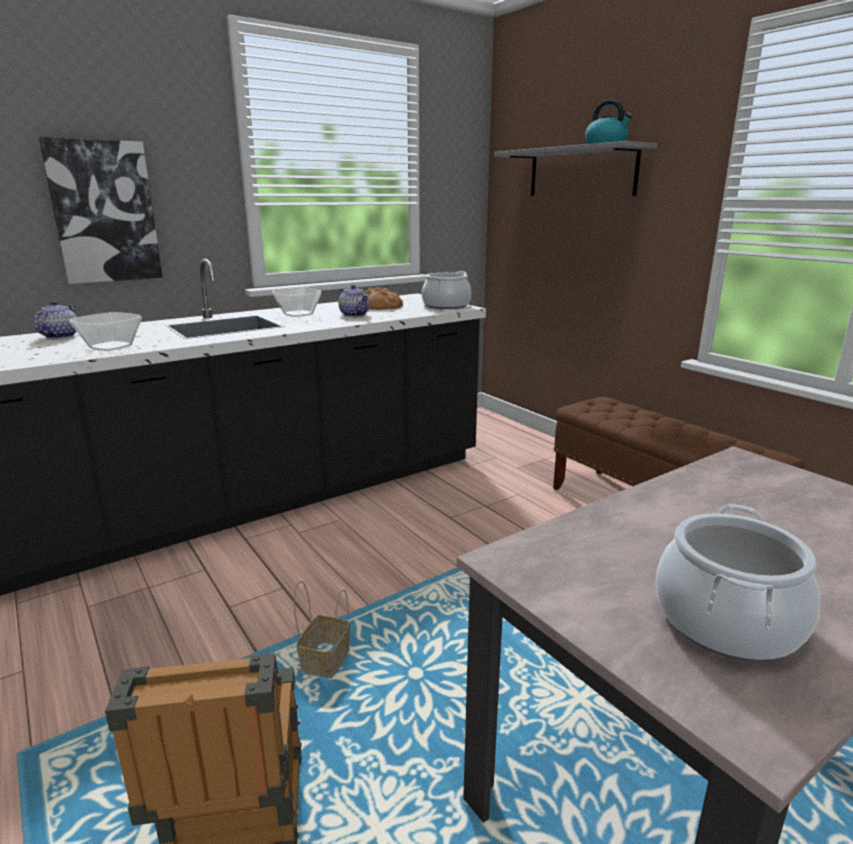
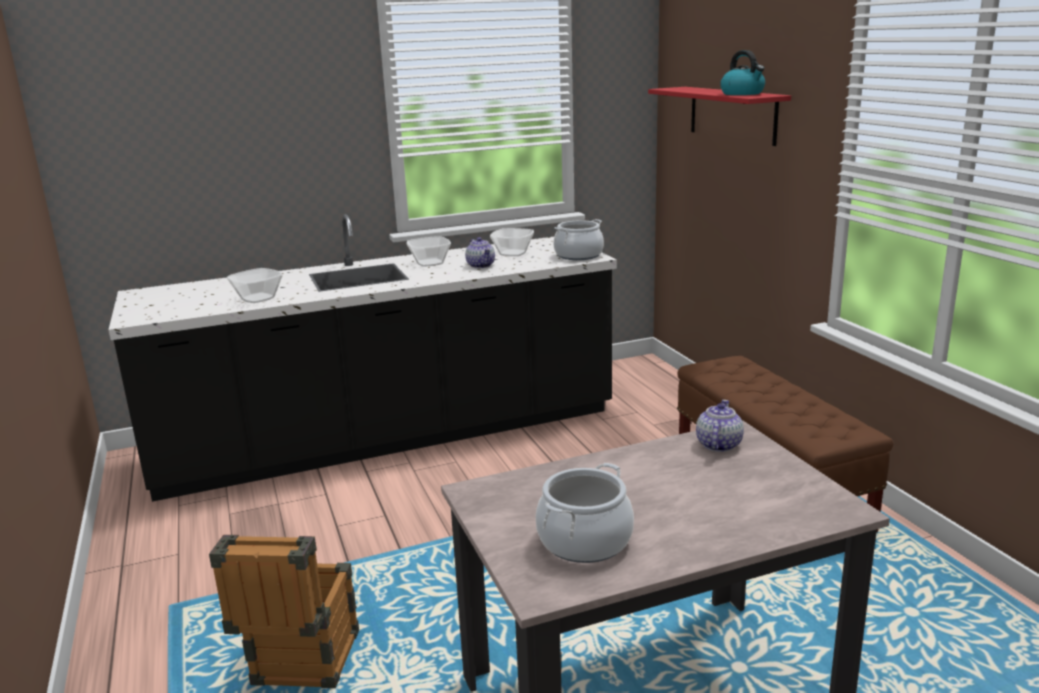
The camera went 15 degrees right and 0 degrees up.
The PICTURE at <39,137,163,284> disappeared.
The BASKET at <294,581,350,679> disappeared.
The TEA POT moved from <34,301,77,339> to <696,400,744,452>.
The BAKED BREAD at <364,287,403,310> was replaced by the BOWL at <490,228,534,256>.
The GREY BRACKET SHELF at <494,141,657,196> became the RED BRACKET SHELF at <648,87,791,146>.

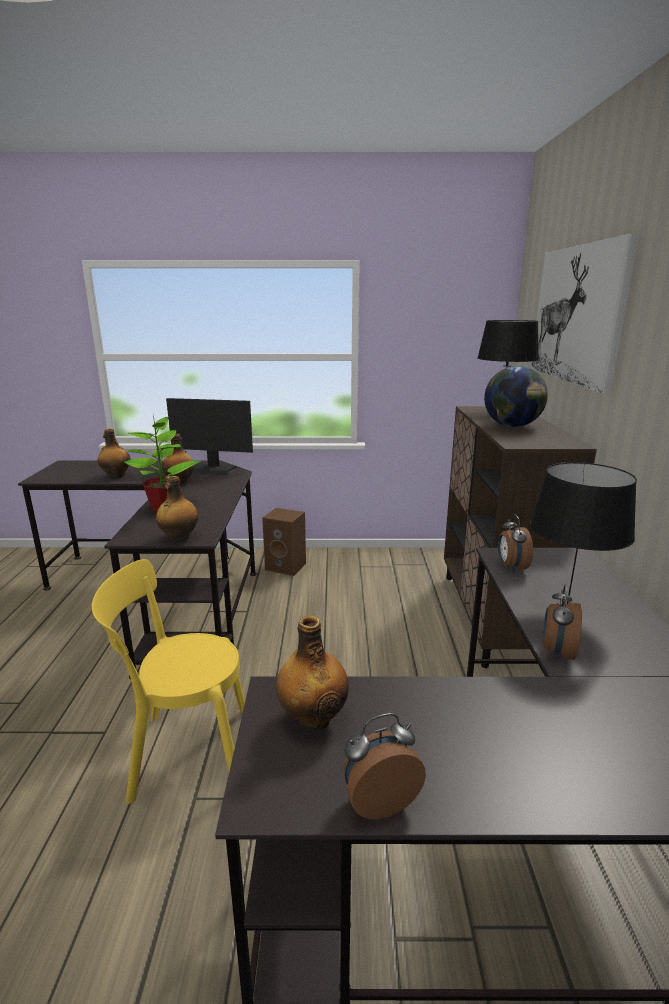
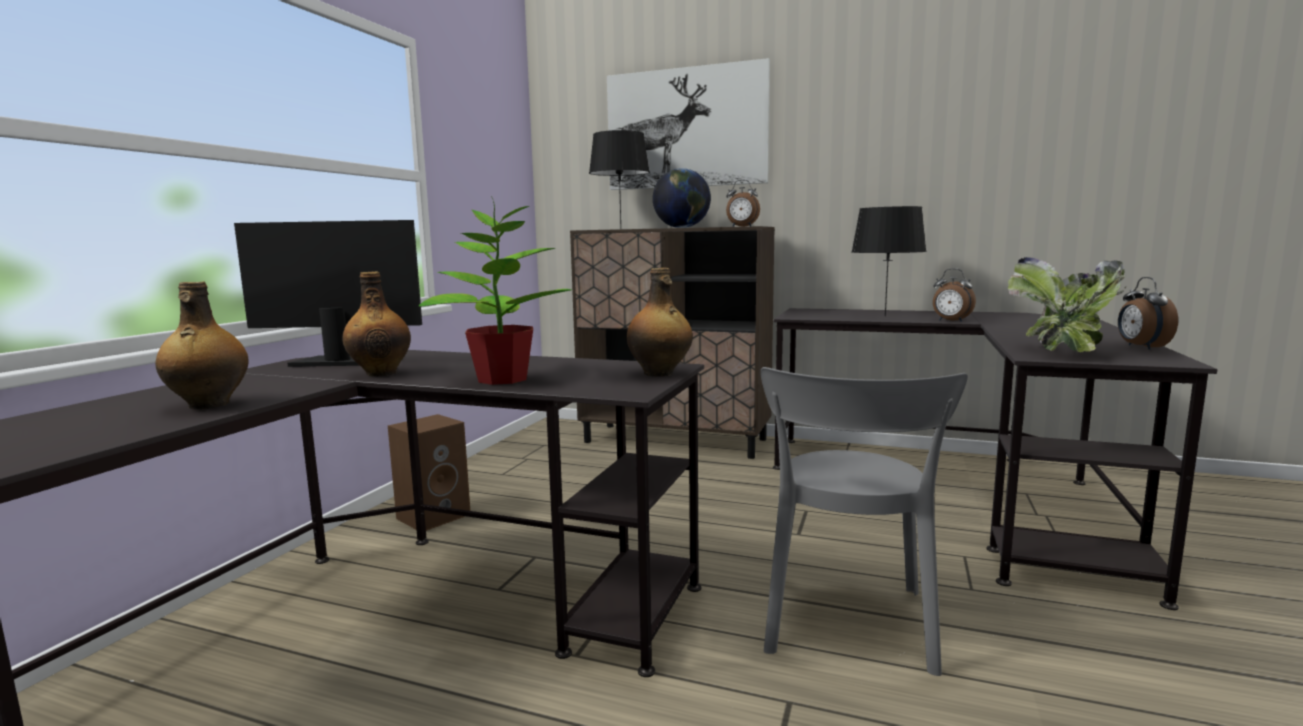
The camera went 70 degrees left and 10 degrees down.
The BEDSIDE CLOCK moved from <498,514,533,572> to <726,180,760,227>.
The BOTTLE at <276,616,349,731> was replaced by the POTTED PLANT at <1008,257,1127,352>.
The YELLOW CHAIR at <92,559,245,804> became the GREY CHAIR at <760,367,968,676>.
The COMPUTER SCREEN at <166,398,253,476> turned 120 degrees counterclockwise.

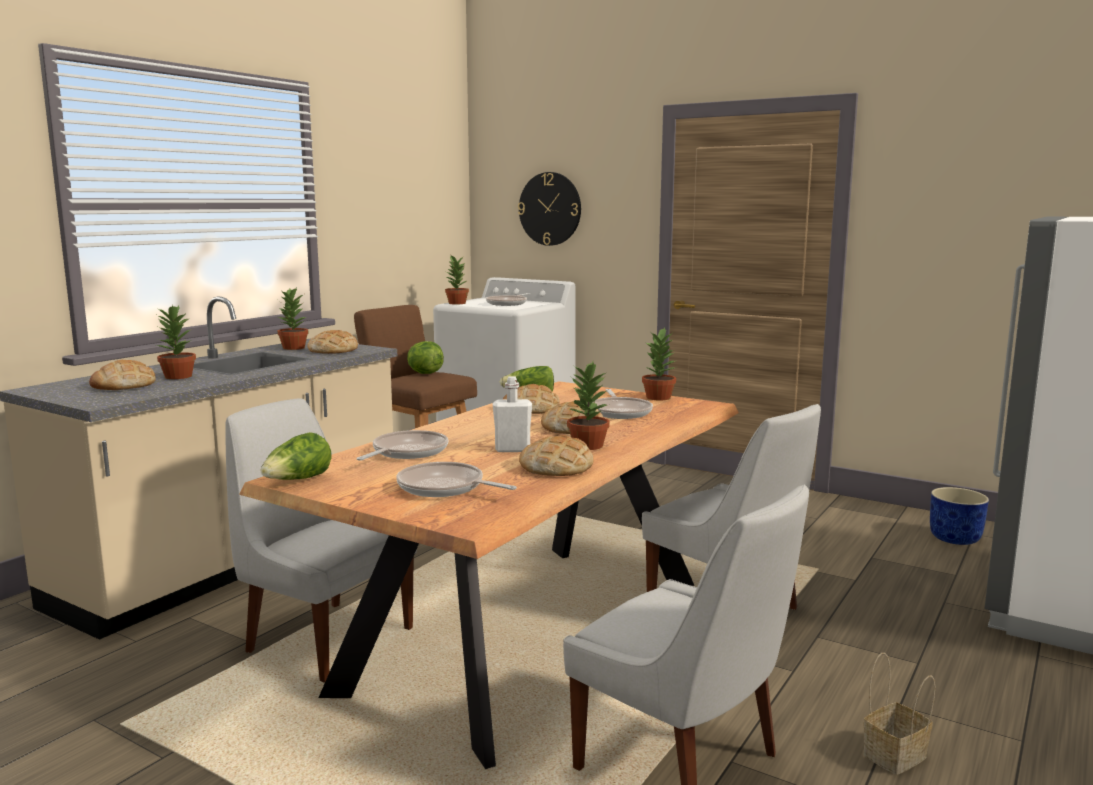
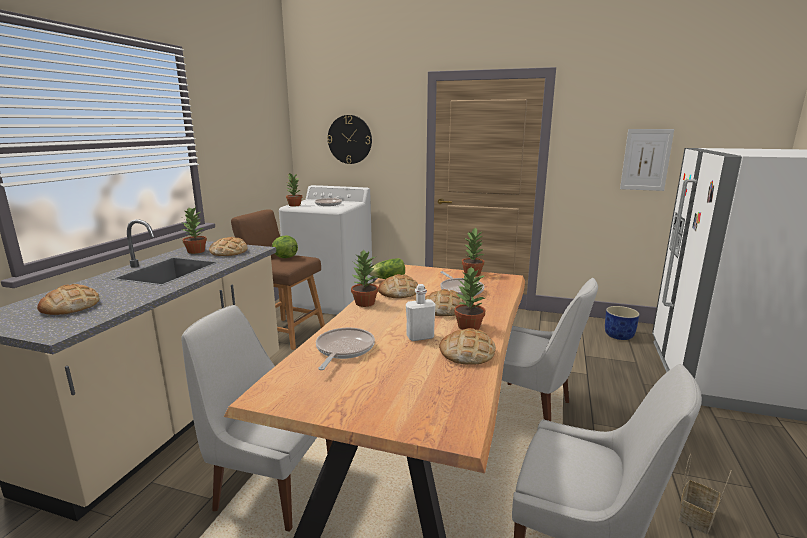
The camera went 15 degrees left and 5 degrees up.
The HEAD OF LETTUCE at <261,432,331,480> disappeared.
The PAN at <396,462,517,497> disappeared.
The PICTURE at <620,129,674,191> appeared.
The POTTED PLANT moved from <157,305,196,379> to <351,249,378,307>.

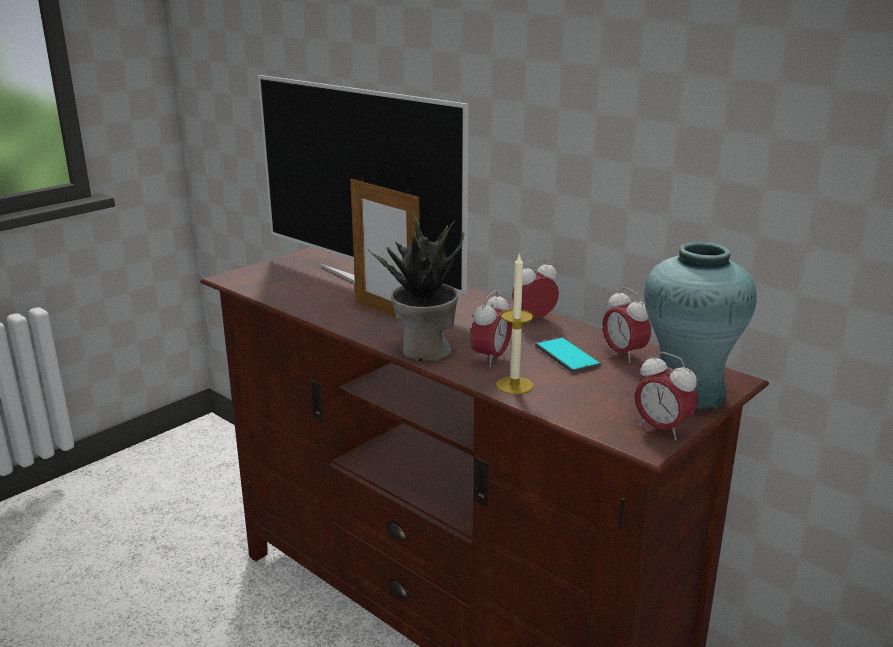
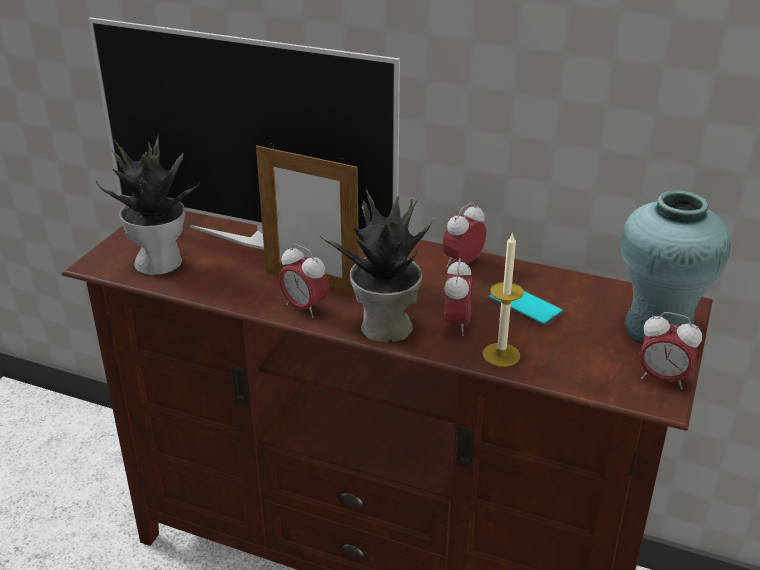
The camera went 20 degrees left and 10 degrees up.
The POTTED PLANT at <96,135,199,275> appeared.
The BEDSIDE CLOCK moved from <602,287,651,363> to <279,244,329,318>.

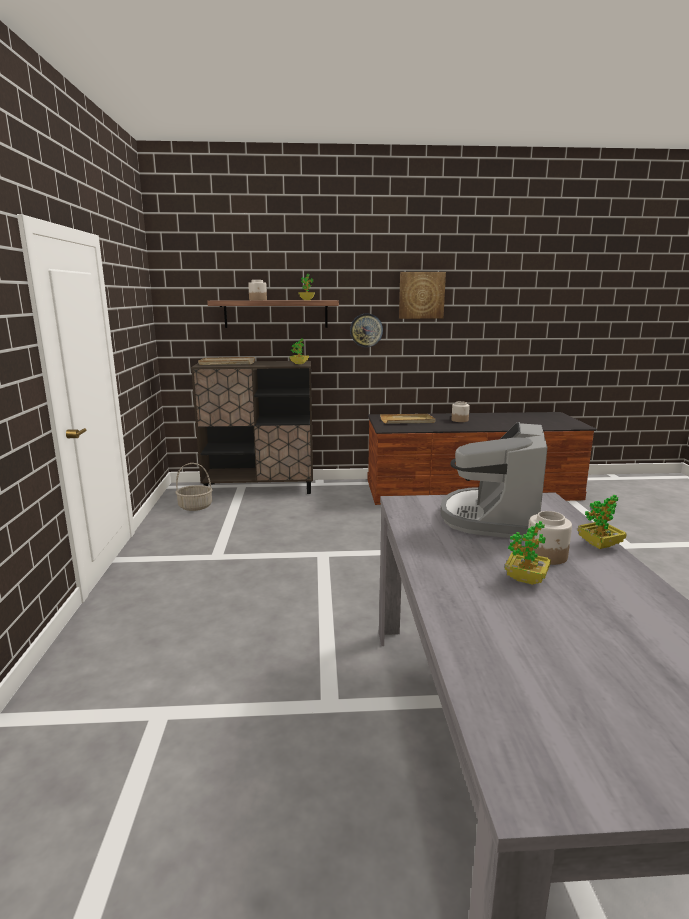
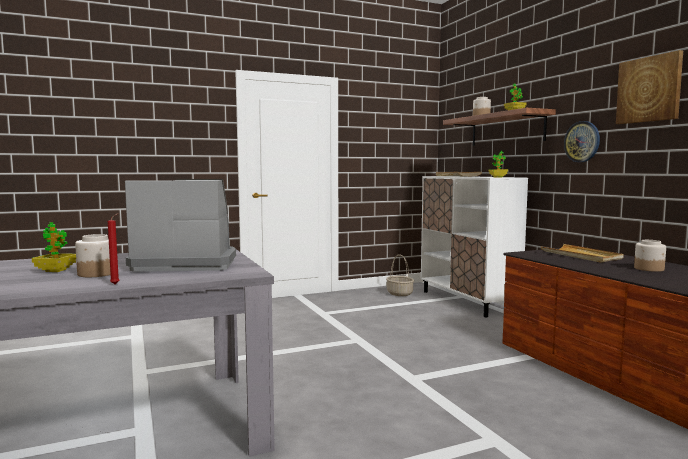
The camera went 70 degrees right and 10 degrees down.
The POTTED PLANT at <578,495,626,549> was replaced by the RED WAX CANDLE at <108,213,120,284>.
The BROWNISH STORAGE CABINET at <191,361,313,494> became the WHITISH STORAGE CABINET at <421,176,528,317>.

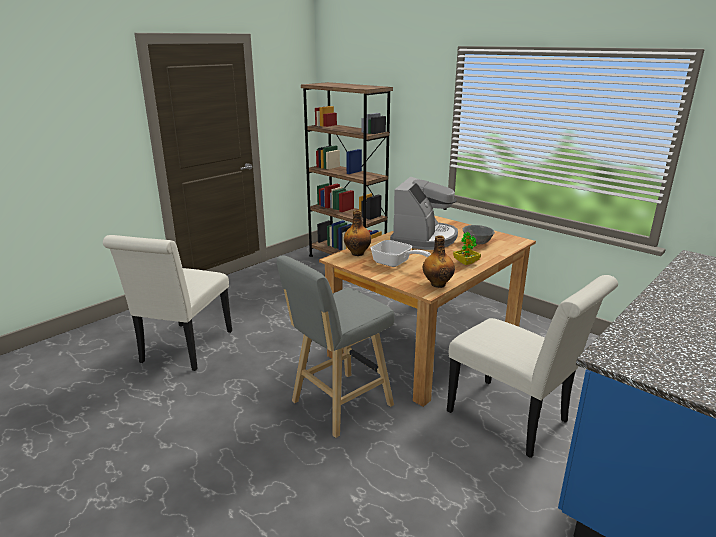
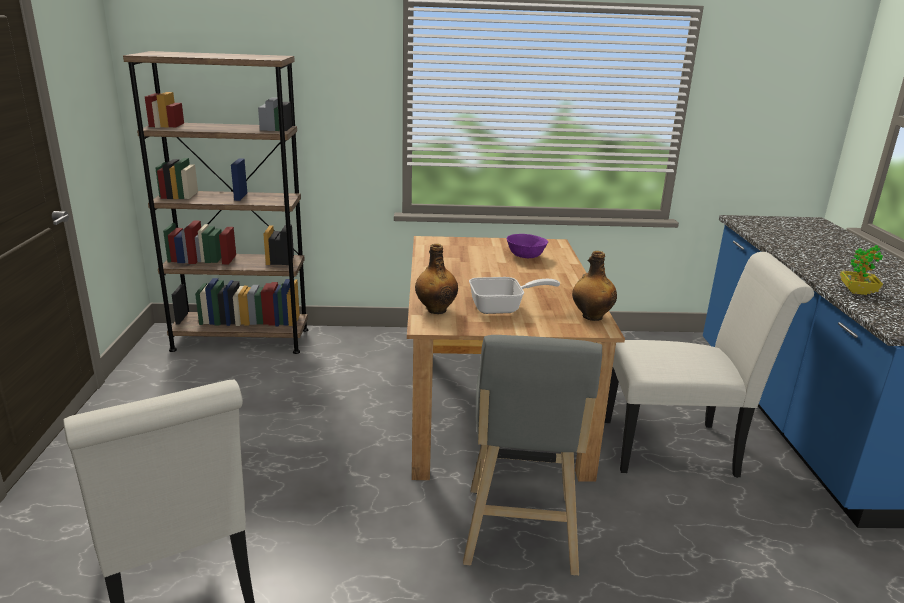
The camera went 45 degrees left and 0 degrees up.
The COFFEE BREWER at <390,176,458,250> disappeared.
The POTTED PLANT moved from <453,232,481,265> to <840,245,883,295>.
The GREY BOWL at <463,225,495,244> became the PURPLISH BOWL at <507,234,548,258>.

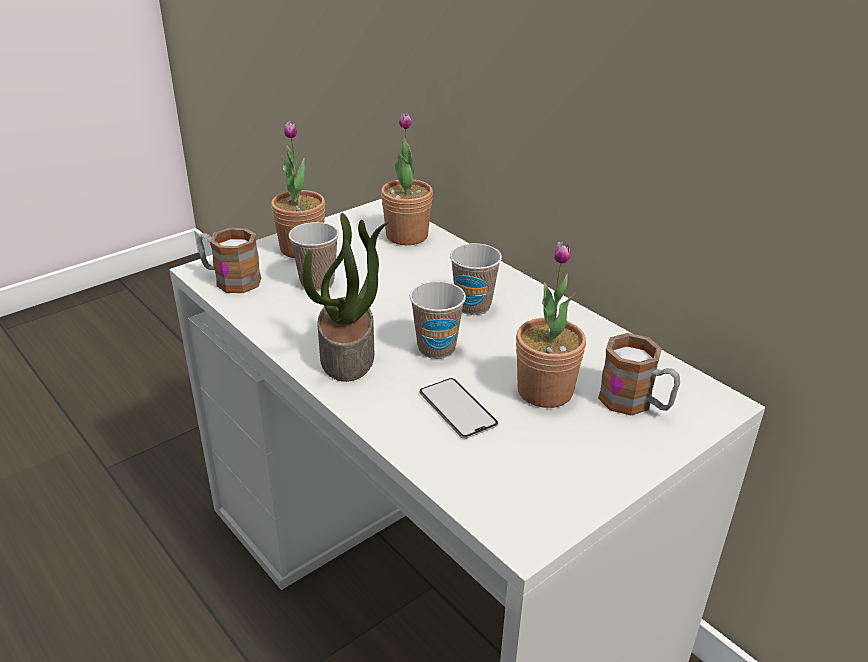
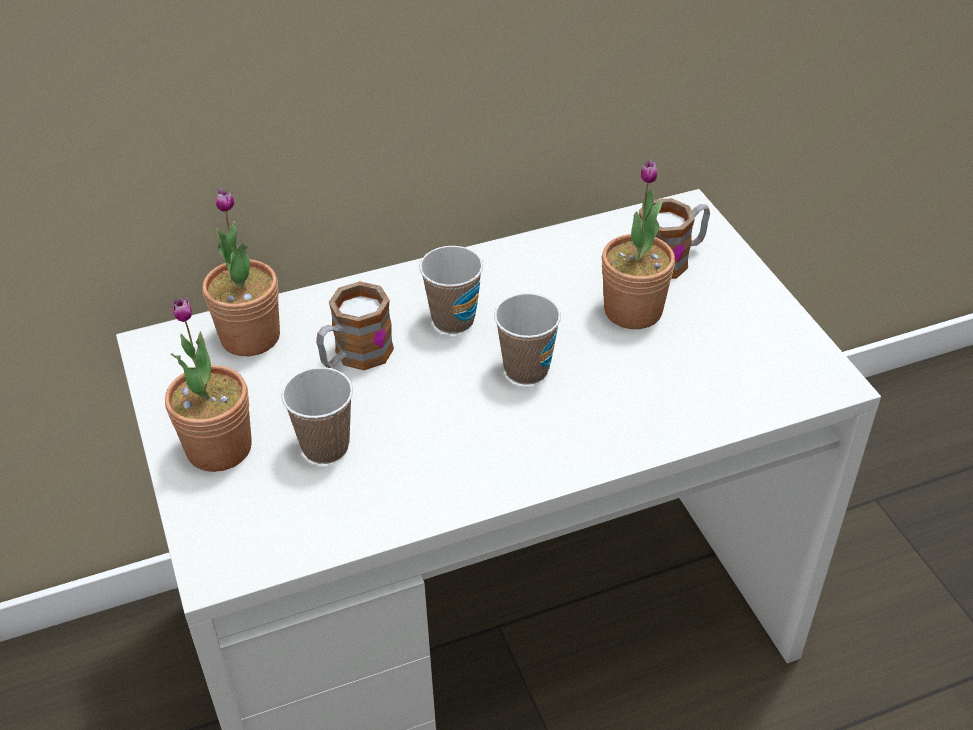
The camera went 70 degrees left and 10 degrees up.
The POTTED PLANT at <302,213,389,382> disappeared.
The TELEPHONE at <419,378,498,439> disappeared.
The TEA MUG moved from <197,228,261,293> to <316,281,394,370>.

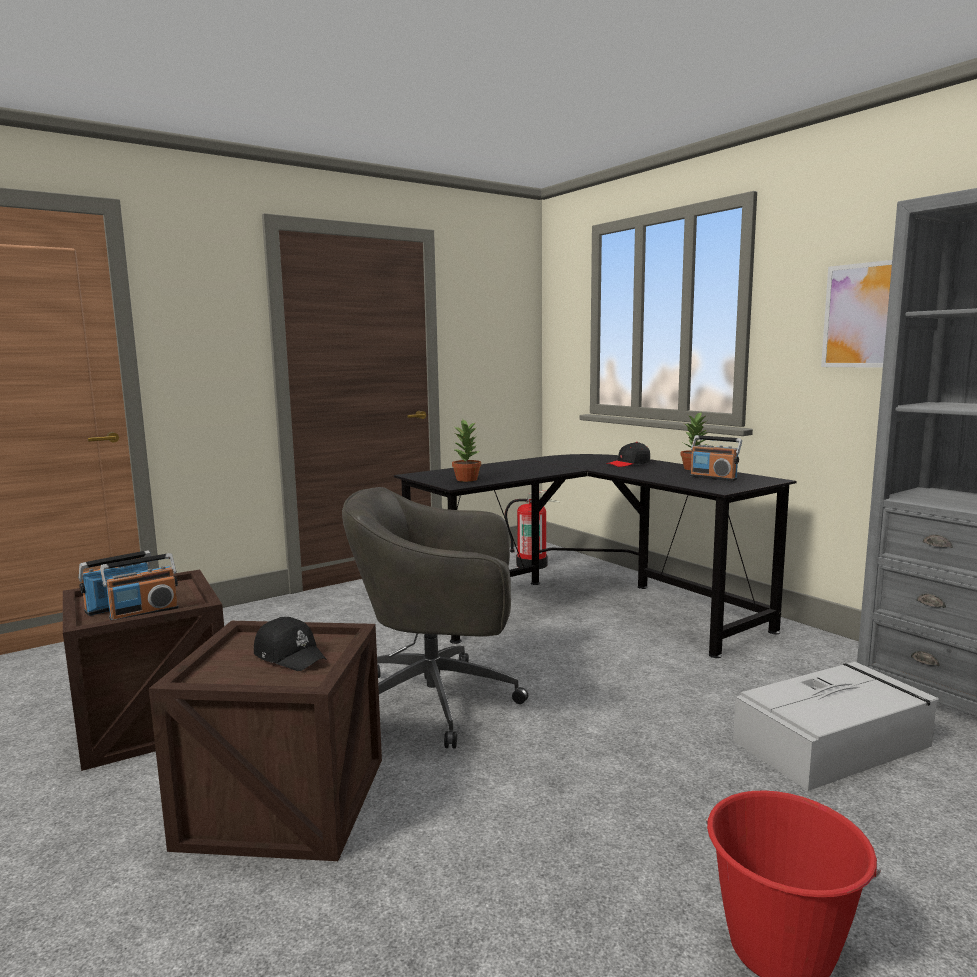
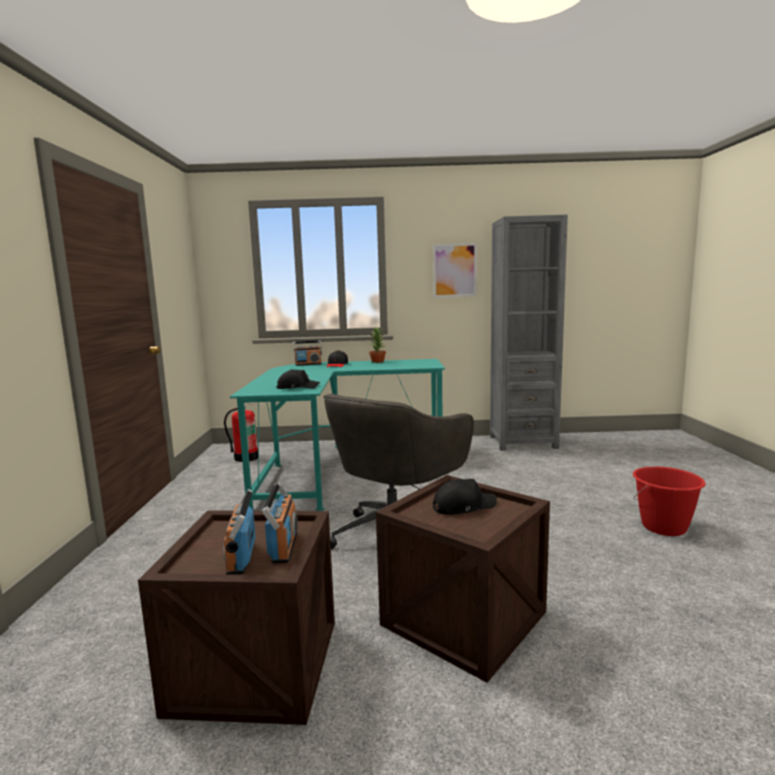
The camera went 55 degrees left and 0 degrees up.
The GREY STORAGE BIN at <733,662,939,791> disappeared.
The RADIO moved from <690,435,742,481> to <293,340,322,366>.
The POTTED PLANT at <452,420,481,482> was replaced by the BLACK-COLOURED CAP at <276,369,320,389>.
The BLACK-COLOURED DESK at <394,454,797,658> became the BLUE-GREEN DESK at <230,359,445,511>.

